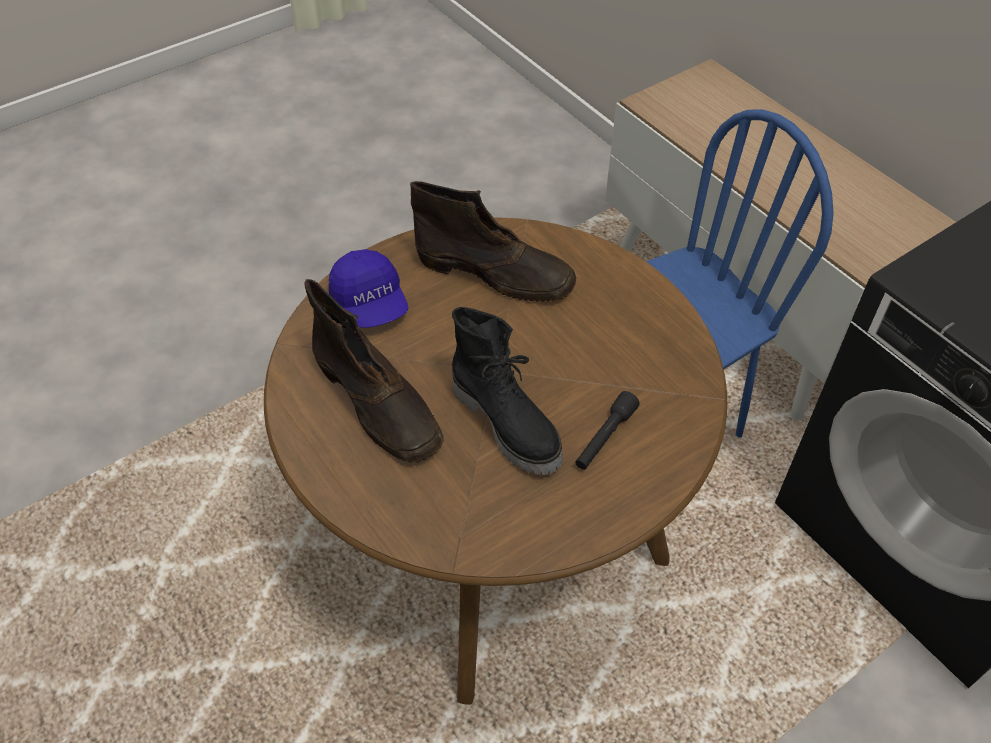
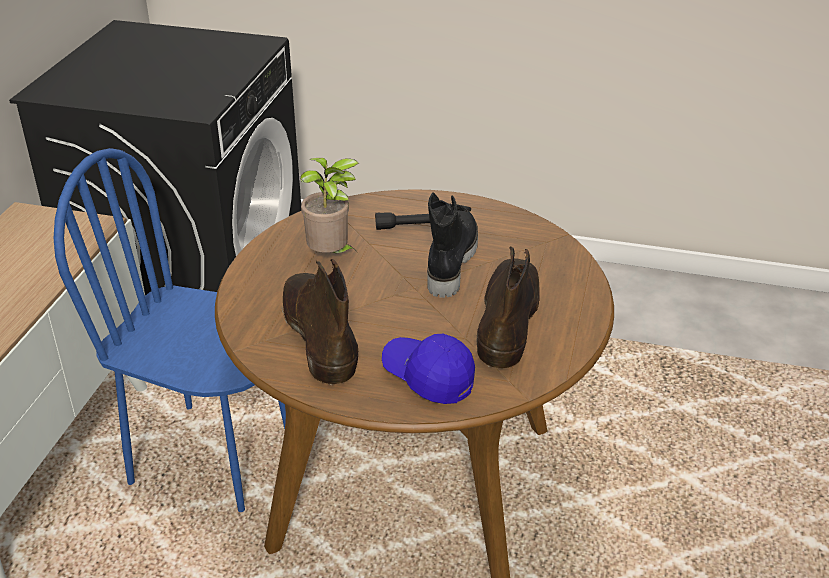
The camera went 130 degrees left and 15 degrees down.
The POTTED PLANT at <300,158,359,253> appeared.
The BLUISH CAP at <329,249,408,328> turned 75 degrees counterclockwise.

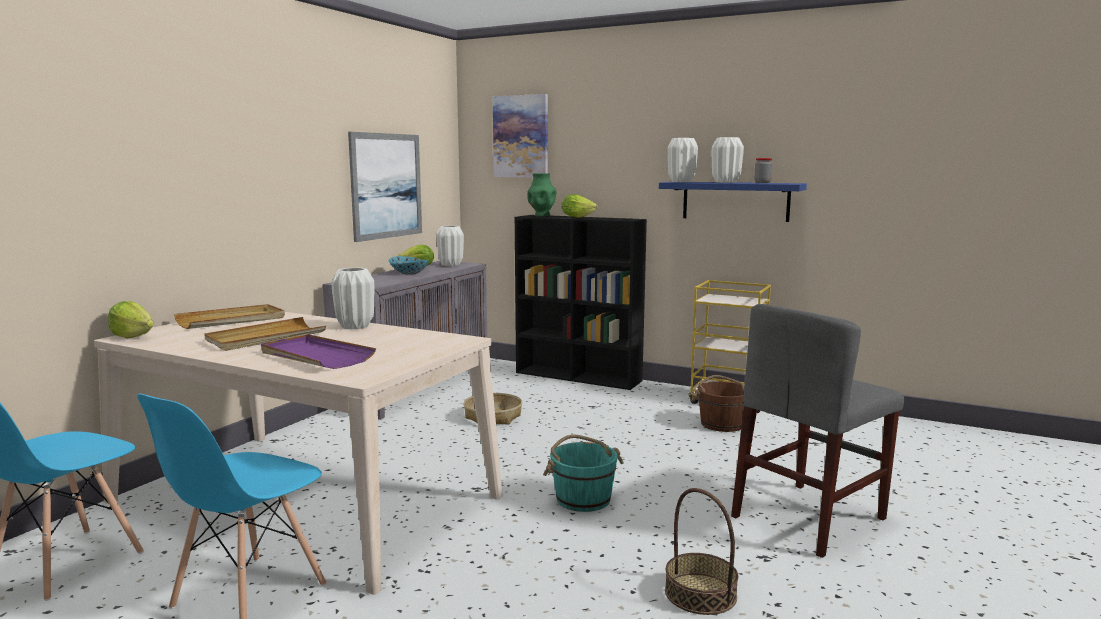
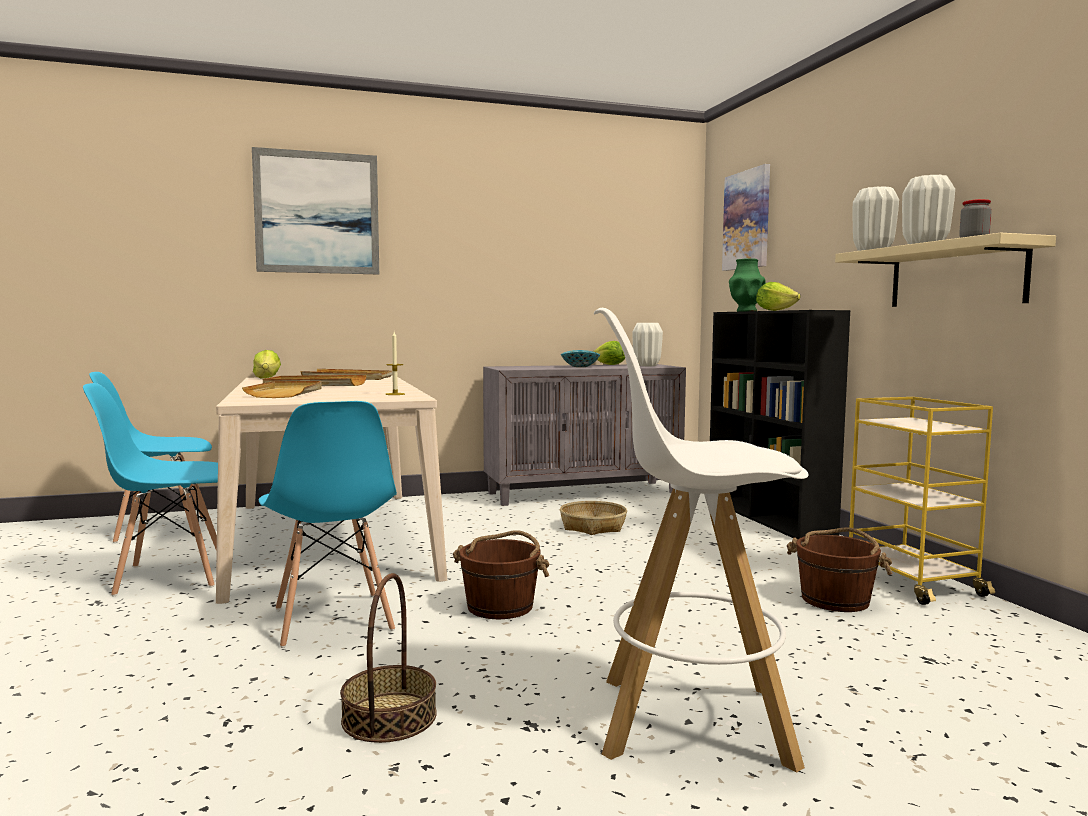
The camera went 45 degrees right and 5 degrees down.
The WHITISH FLOWER VASE at <331,267,374,329> disappeared.
The BLUISH CHAIR at <259,401,397,648> appeared.
The WAX CANDLE at <385,332,405,395> appeared.
The PICTURE moved from <348,132,422,242> to <252,147,379,274>.
The GREY CHAIR at <731,304,904,558> was replaced by the WHITISH STOOL SEAT at <594,308,809,772>.
The PURPLISH SERVING TRAY at <261,334,376,369> became the BEIGE-COLOURED SERVING TRAY at <242,381,322,398>.
The BLUE-GREEN PAIL at <543,435,624,512> became the BROWNISH PAIL at <453,530,549,619>.
The BLUISH BRACKET SHELF at <659,182,807,222> became the BEIGE-COLOURED BRACKET SHELF at <835,233,1056,307>.

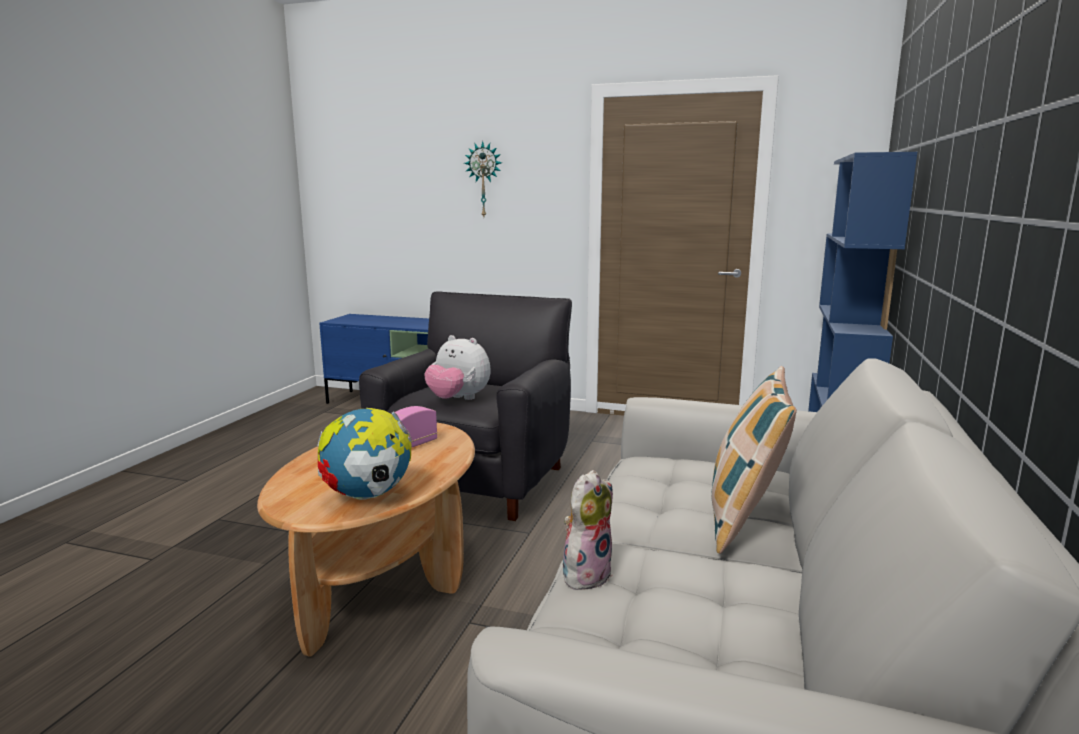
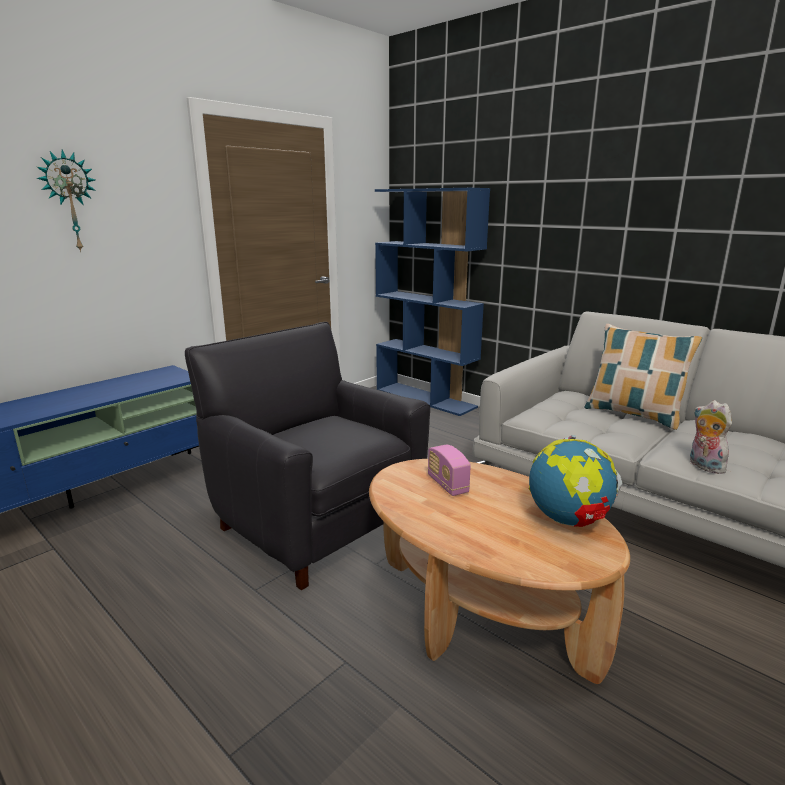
The camera went 65 degrees left and 5 degrees up.
The PLUSH TOY at <425,335,490,400> disappeared.

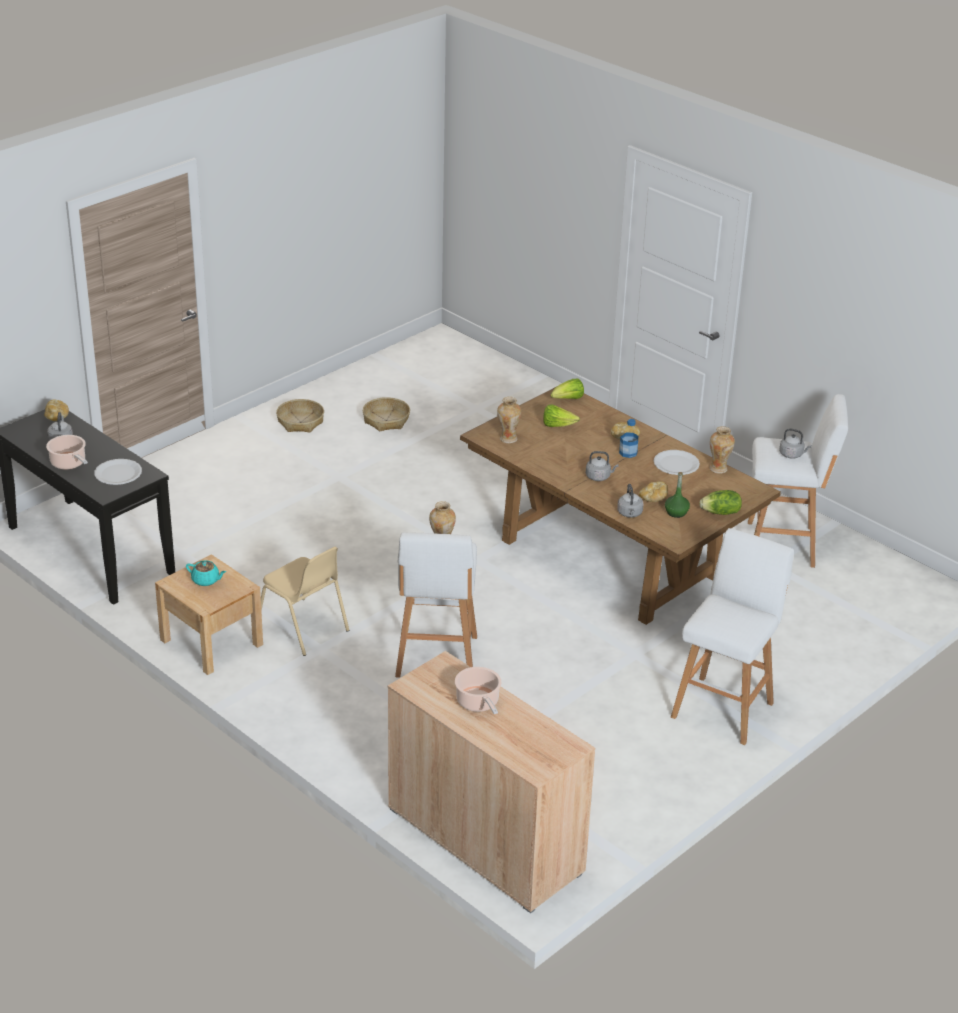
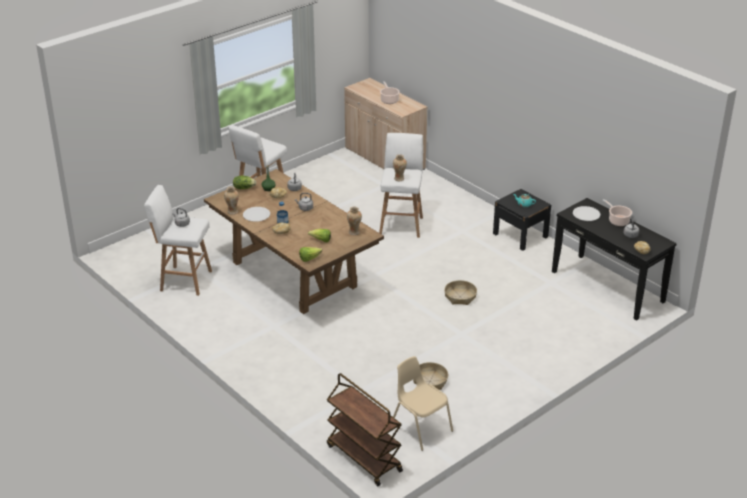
The camera went 175 degrees left and 0 degrees up.
The BROWNISH WHEELED CART at <327,373,403,487> appeared.
The BEIGE-COLOURED CHAIR moved from <261,547,349,656> to <393,356,453,451>.
The BASKET moved from <276,399,324,433> to <444,280,477,305>.
The BEIGE-COLOURED NIGHT TABLE at <155,554,263,675> became the BLACK-COLOURED NIGHT TABLE at <493,189,551,251>.

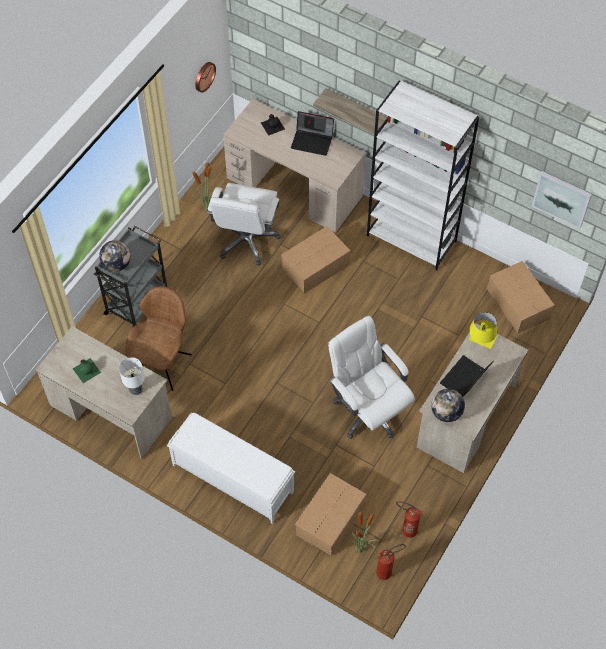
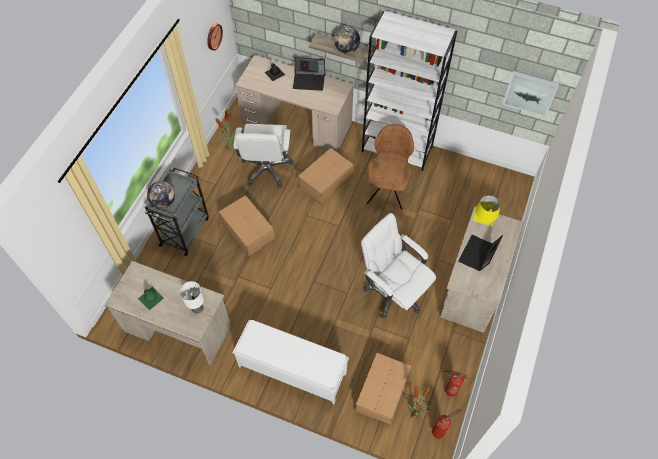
The camera went 10 degrees left and 0 degrees up.
The BROWNISH CHAIR moved from <126,286,192,391> to <367,124,414,210>.
The GLOBE moved from <431,389,465,422> to <334,27,360,54>.
The PACKING BOX moved from <487,261,555,333> to <219,195,275,256>.

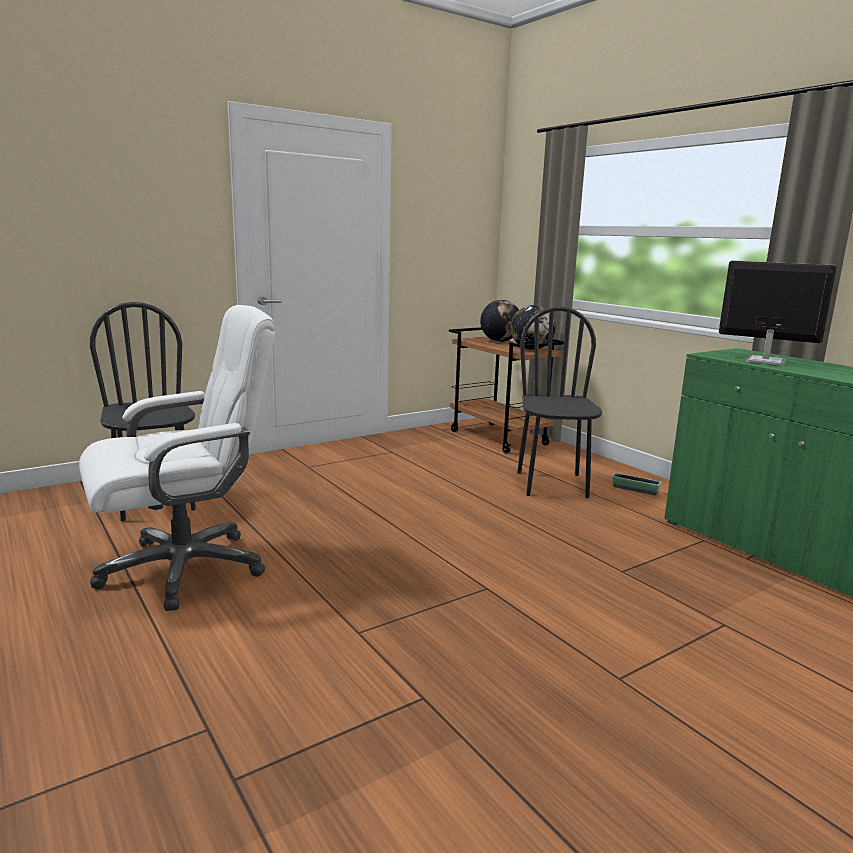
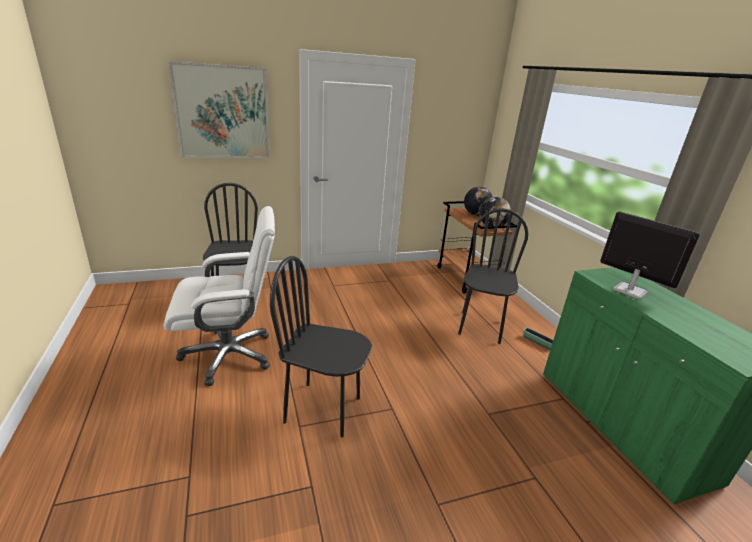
The camera went 15 degrees right and 10 degrees up.
The PICTURE at <168,61,270,158> appeared.
The BLACK-COLOURED CHAIR at <270,256,372,437> appeared.

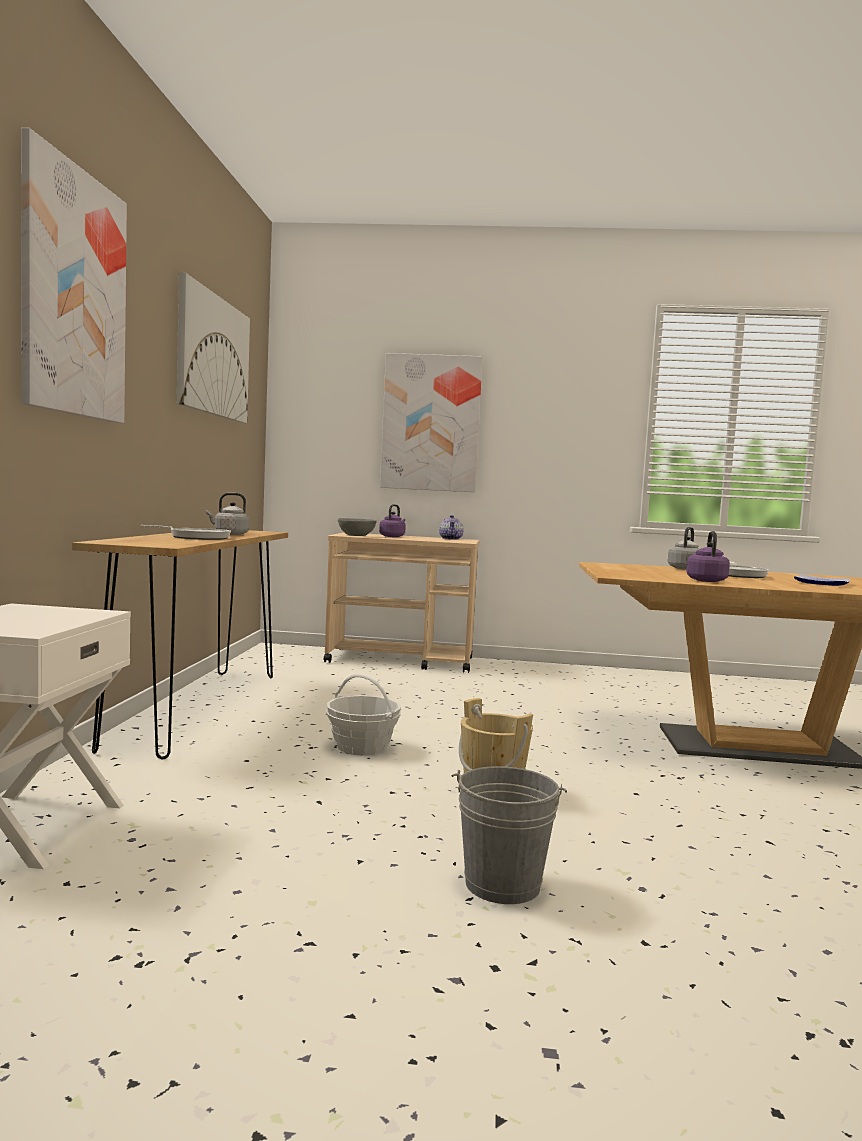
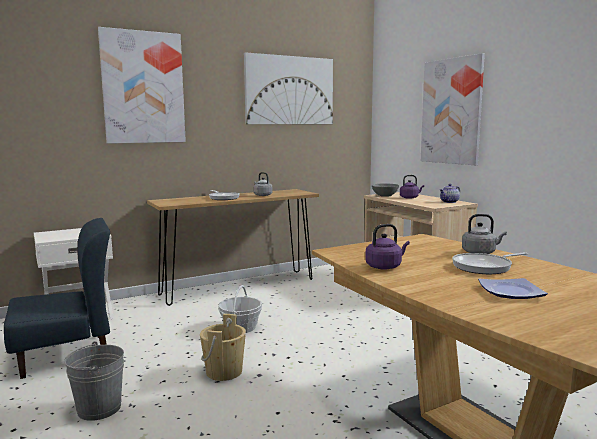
The camera went 55 degrees right and 5 degrees up.
The BLUISH CHAIR at <4,218,110,379> appeared.

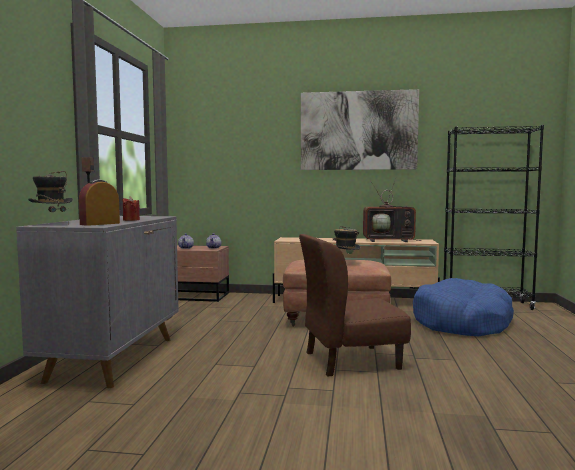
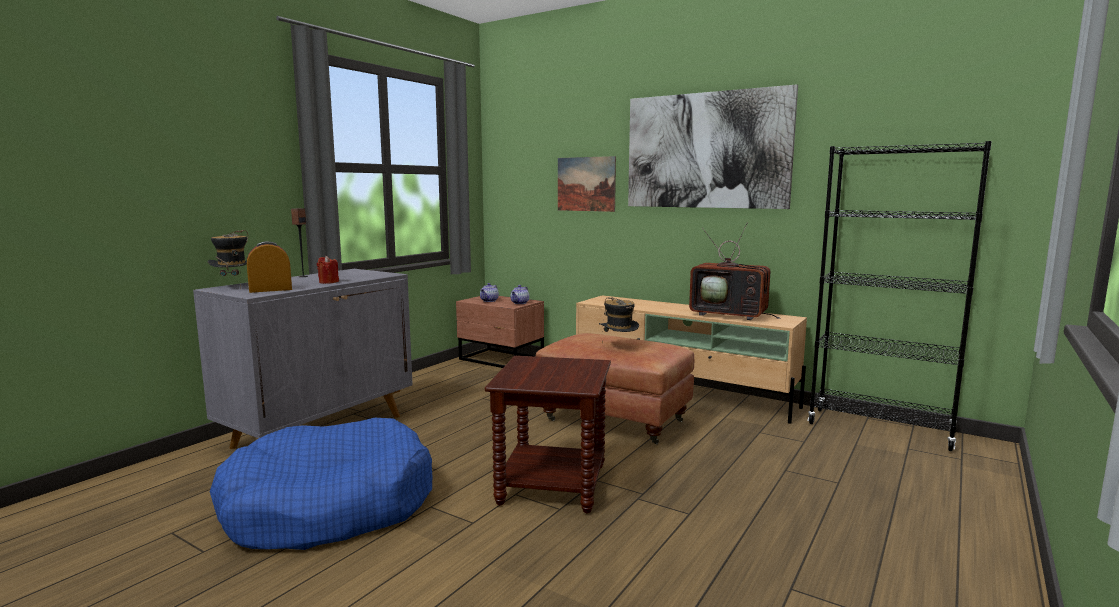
The camera went 25 degrees right and 5 degrees up.
The PICTURE at <558,156,616,212> appeared.
The BLUISH DOG CUSHION moved from <413,278,514,336> to <210,418,432,550>.
The BROWNISH CHAIR at <299,234,411,376> was replaced by the BROWNISH ACCENT TABLE at <485,356,611,513>.

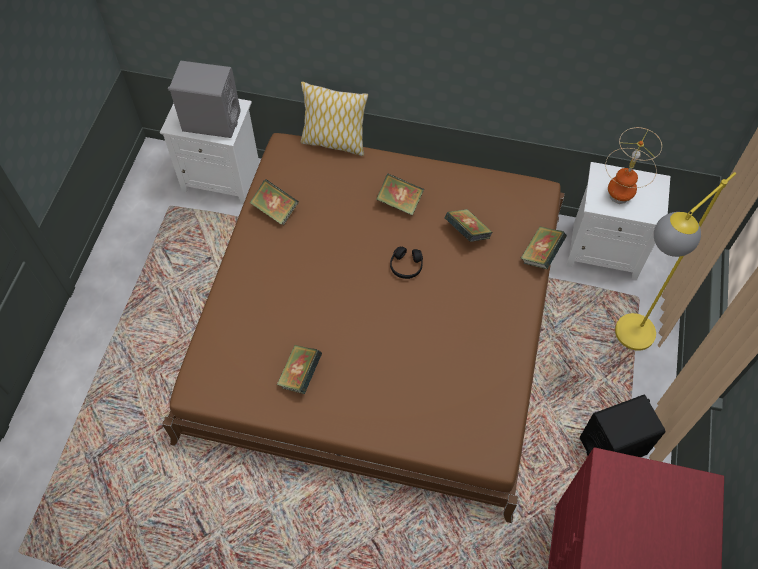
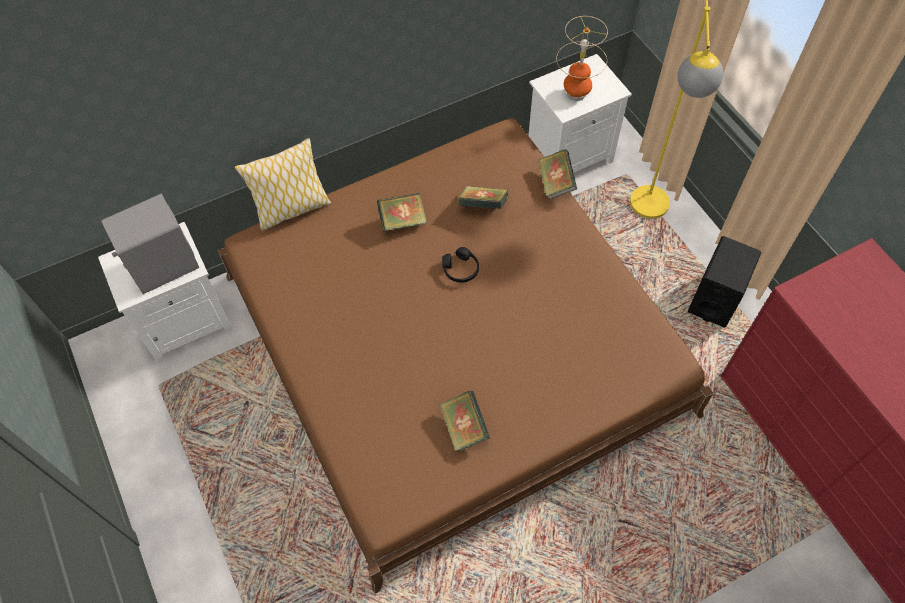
The camera went 40 degrees left and 0 degrees up.
The BOOK at <250,179,299,225> disappeared.

